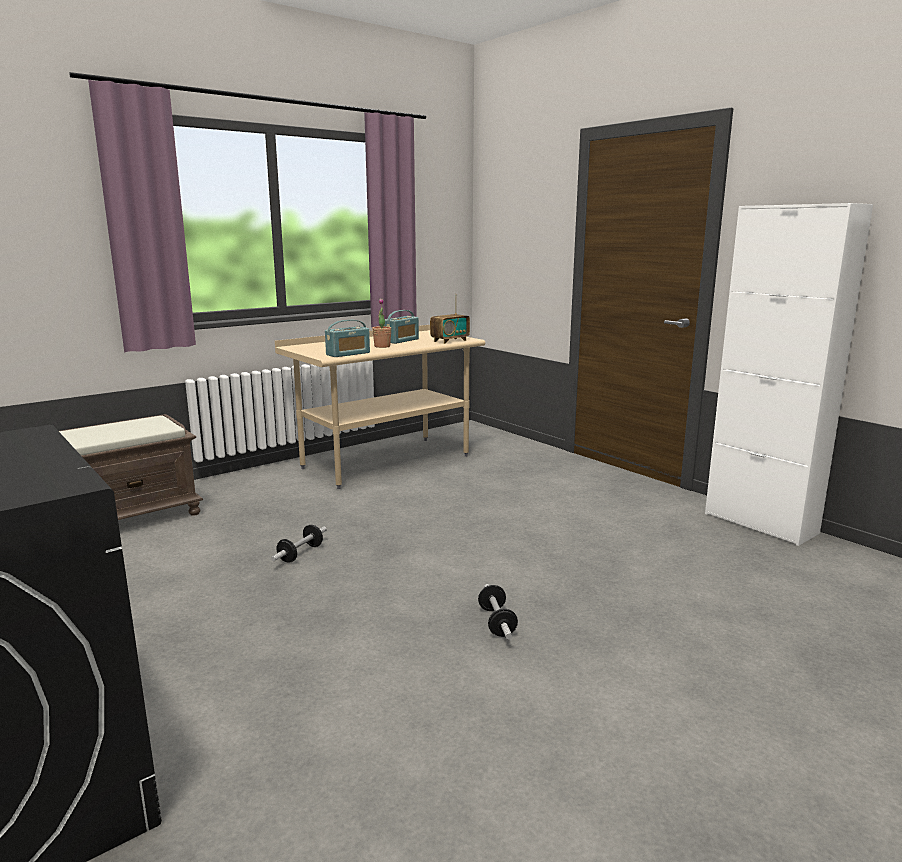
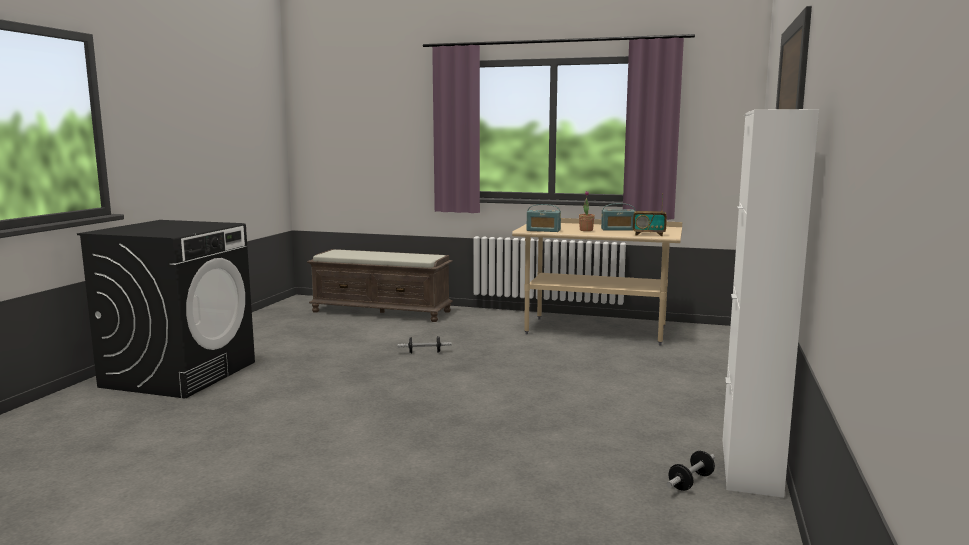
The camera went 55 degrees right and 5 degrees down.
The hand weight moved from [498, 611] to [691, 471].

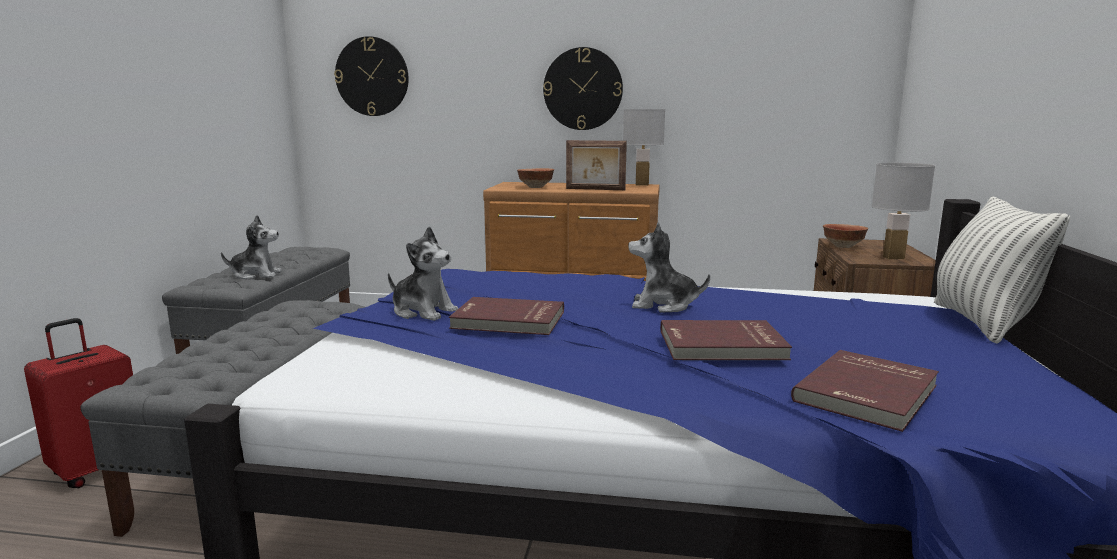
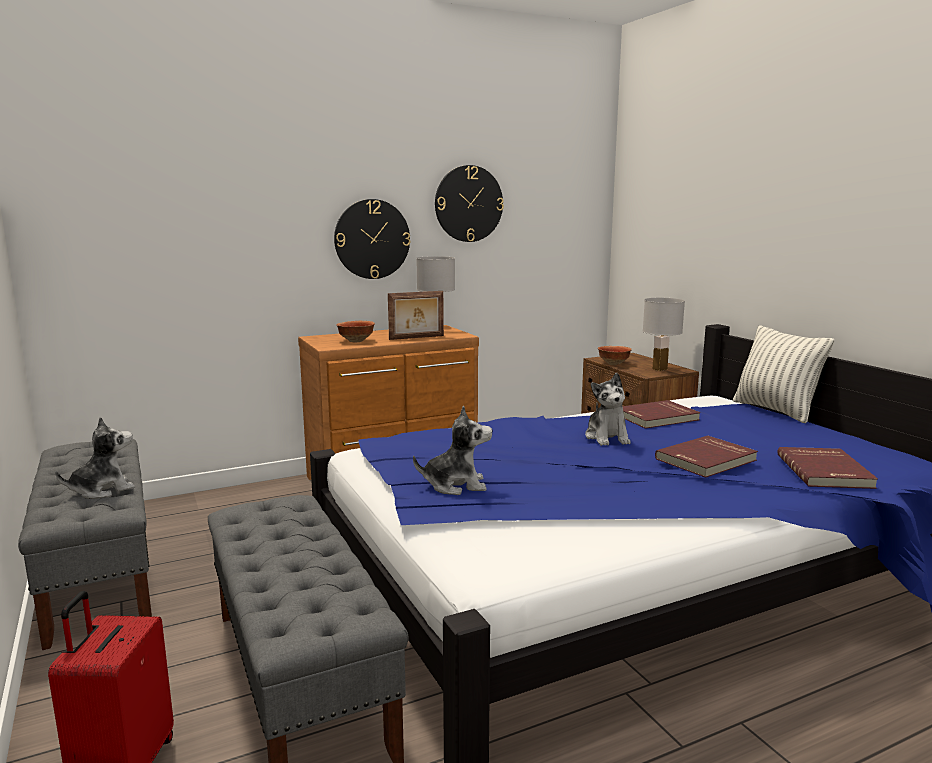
The camera went 35 degrees left and 0 degrees up.
The hanging clock moved from [371, 76] to [469, 203].
The soft toy at [669, 267] turned 75 degrees counterclockwise.
The book/reddish moved from [506, 316] to [661, 414].

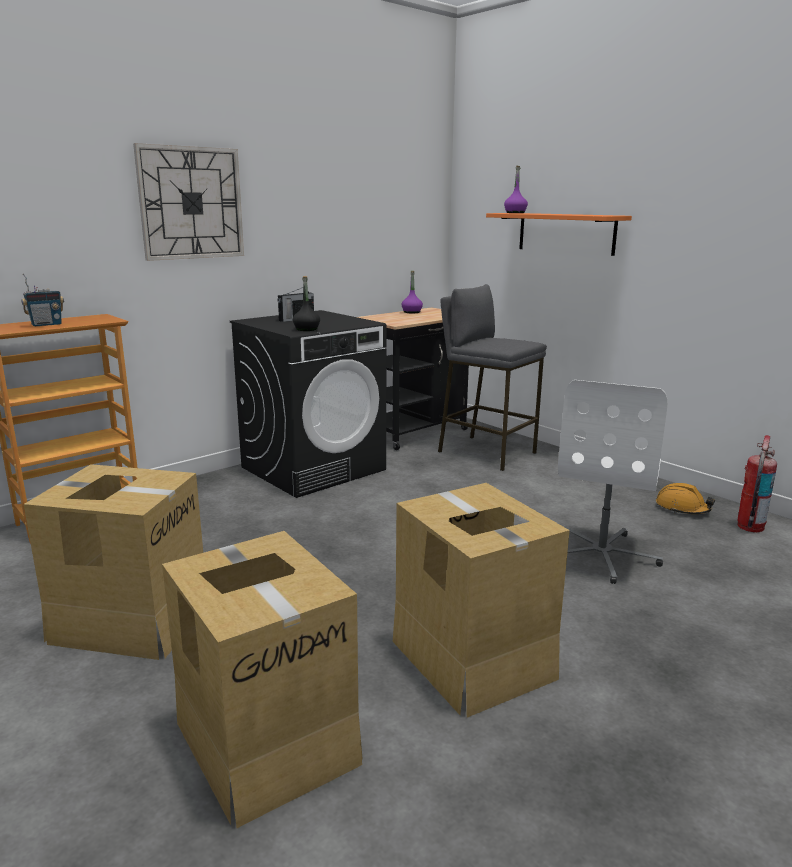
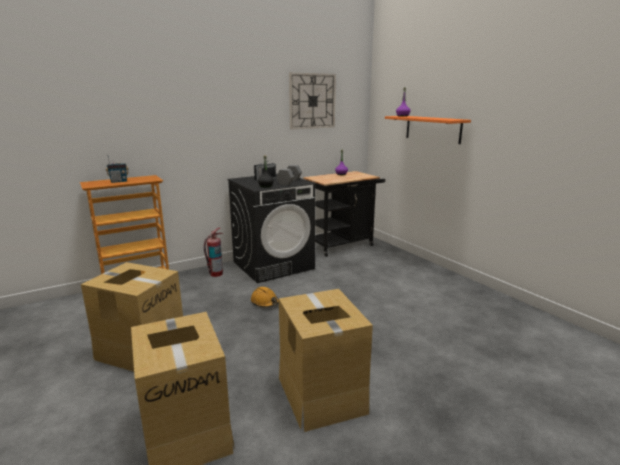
The camera went 10 degrees right and 0 degrees up.
The hanging clock moved from [188, 202] to [312, 101].
The stool/greyish at [492, 377] disappeared.
The office chair/whitish at [613, 482] disappeared.
The fire extinguisher moved from [757, 483] to [213, 252].
The work helmet/orangey moved from [685, 498] to [265, 297].
The hand weight/greyish at [289, 175] appeared.

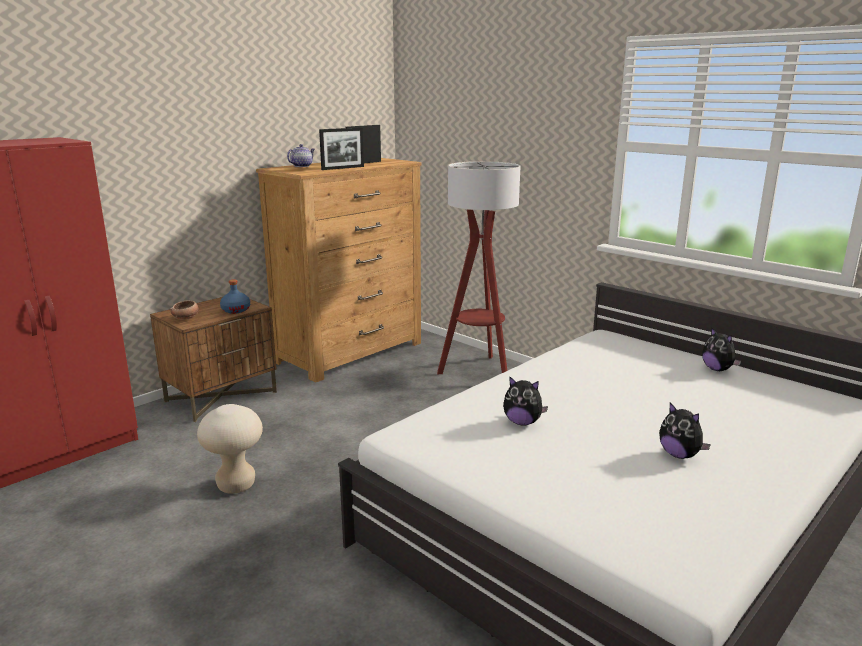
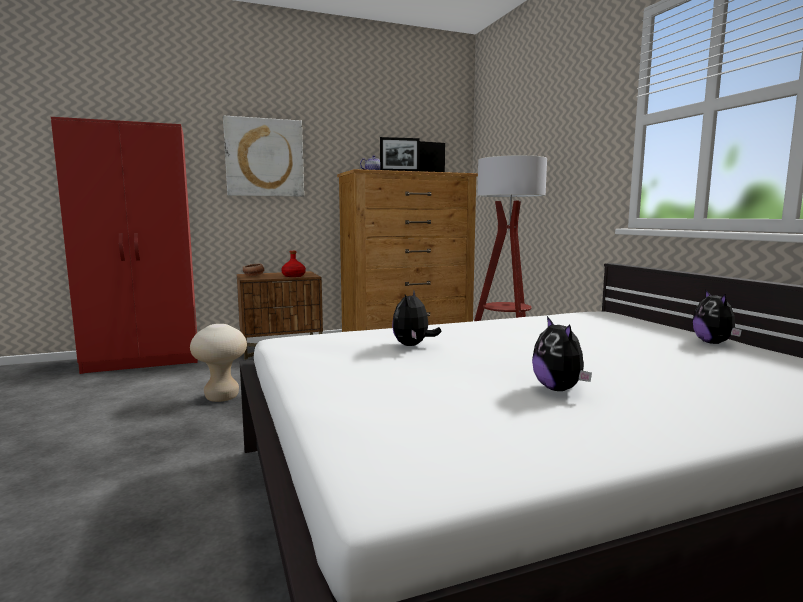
The camera went 25 degrees right and 10 degrees down.
The beverage bottle/bluish at [235, 296] became the beverage bottle/reddish at [293, 264].
The soft toy at [525, 401] turned 60 degrees clockwise.
The wall picture at [263, 156] appeared.

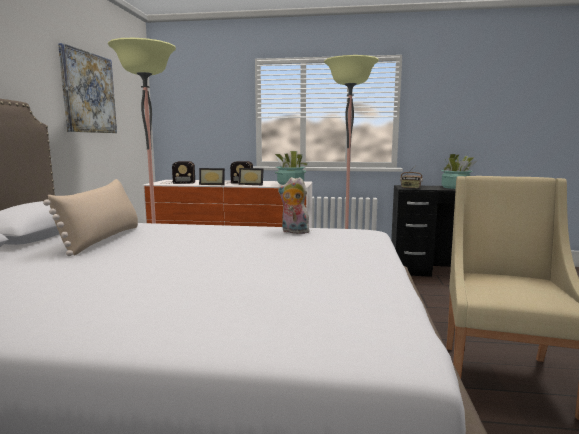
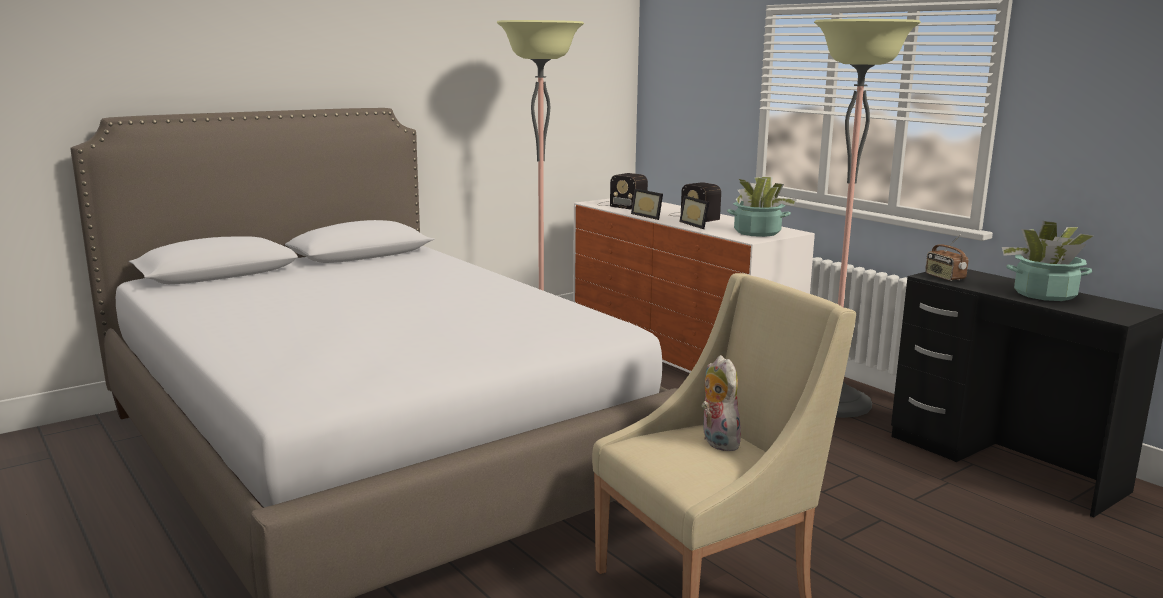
The camera went 45 degrees right and 5 degrees up.
The wall picture at [87, 88] disappeared.
The soft toy moved from [294, 205] to [722, 403].
The pillow/beige at [90, 217] disappeared.

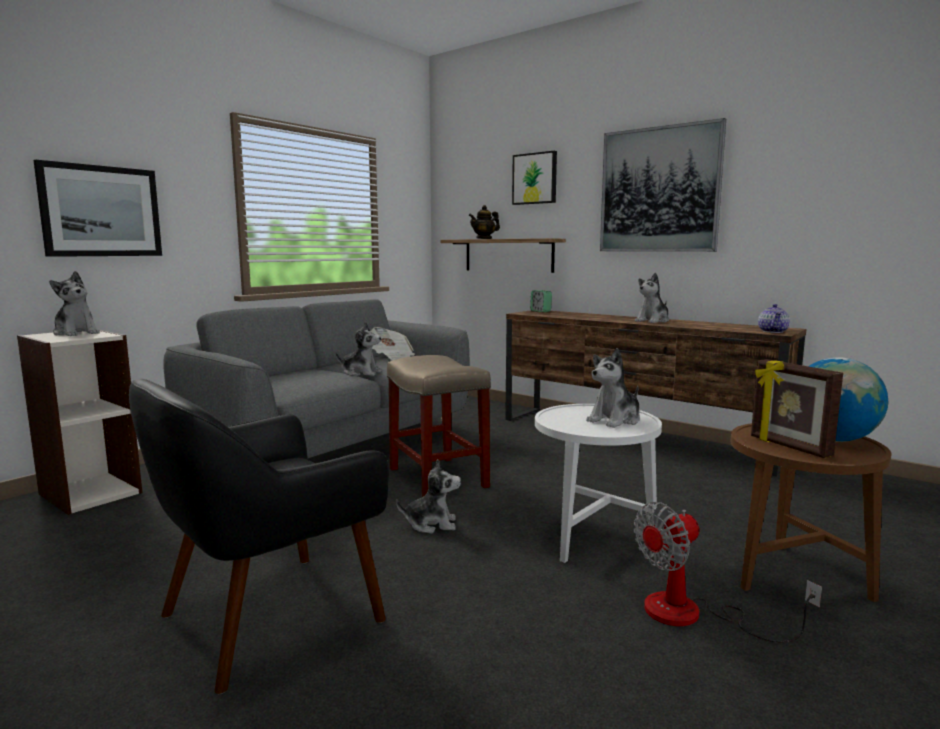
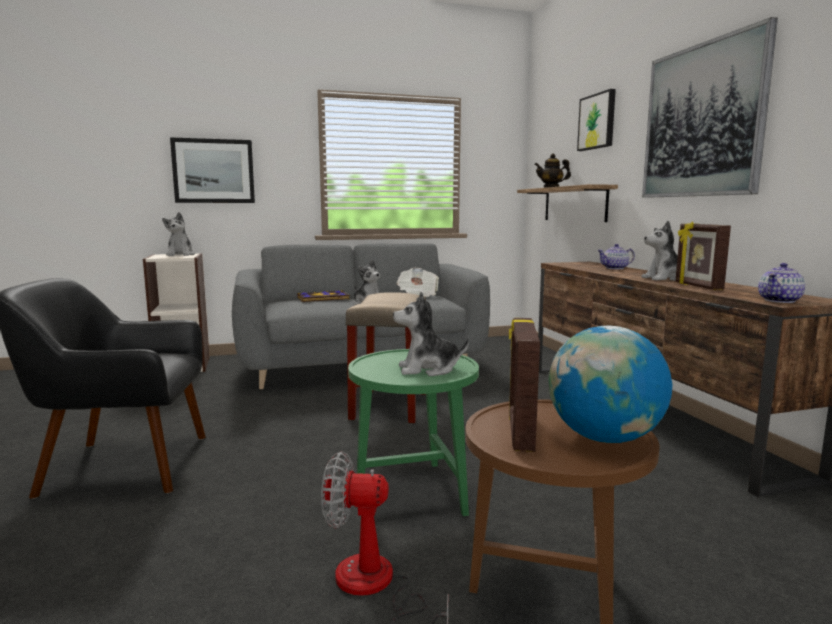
The camera went 35 degrees right and 0 degrees up.
The table clock at [541, 301] disappeared.
The end table/whitish at [598, 483] became the end table/greenish at [413, 432].
The soft toy at [428, 496] disappeared.
The standing frame at [703, 255] appeared.
The pot for tea at [616, 256] appeared.
The book at [323, 296] appeared.

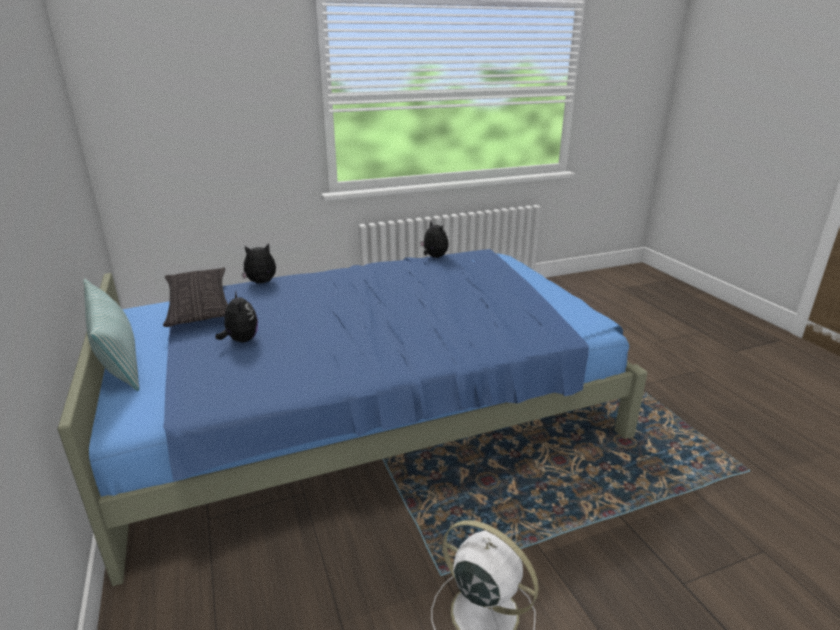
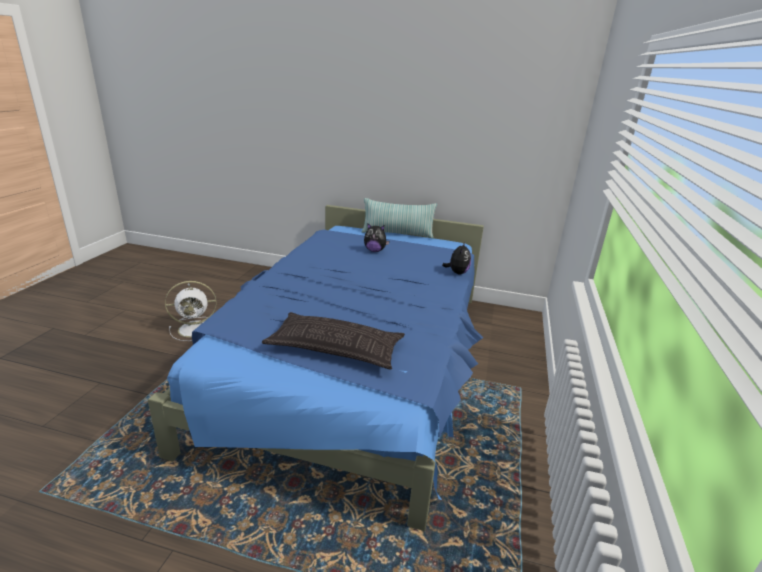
The camera went 125 degrees right and 0 degrees up.
The soft toy at [434, 239] disappeared.
The pillow moved from [195, 297] to [333, 340].

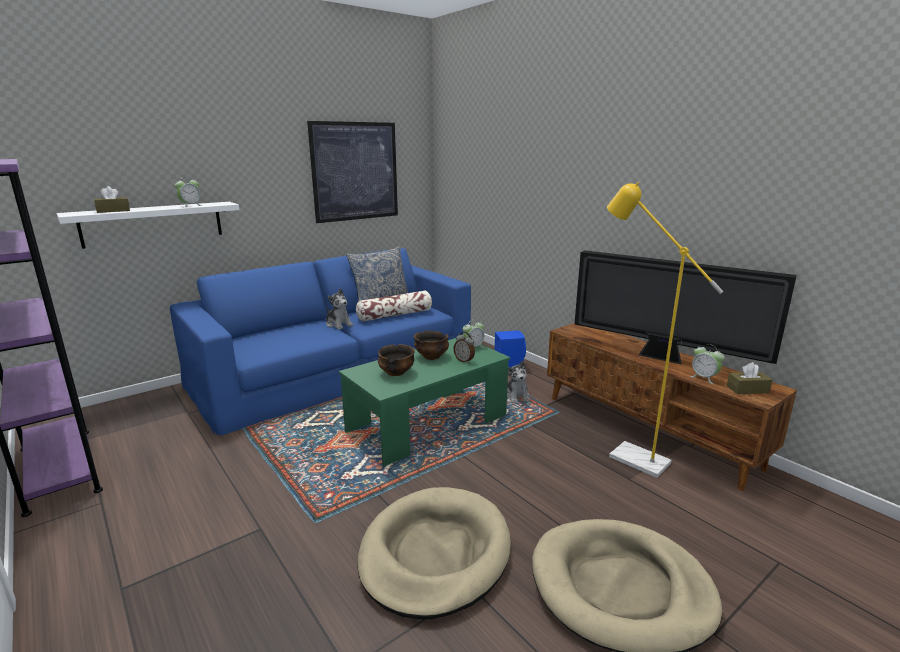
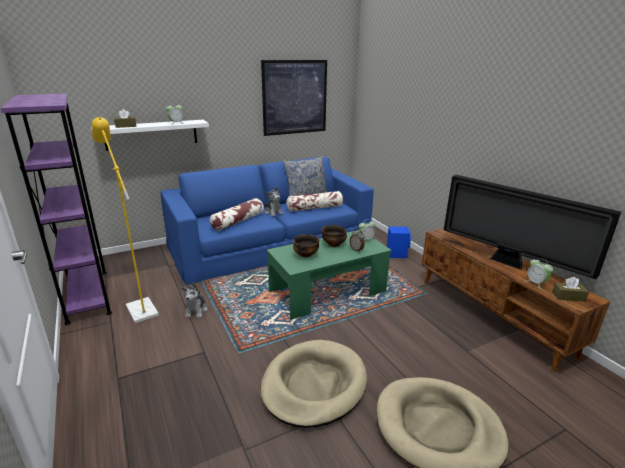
The camera went 10 degrees right and 5 degrees up.
The standing lamp/yellowish moved from [665, 330] to [125, 220].
The soft toy moved from [518, 382] to [194, 300].
The pillow at [237, 214] appeared.

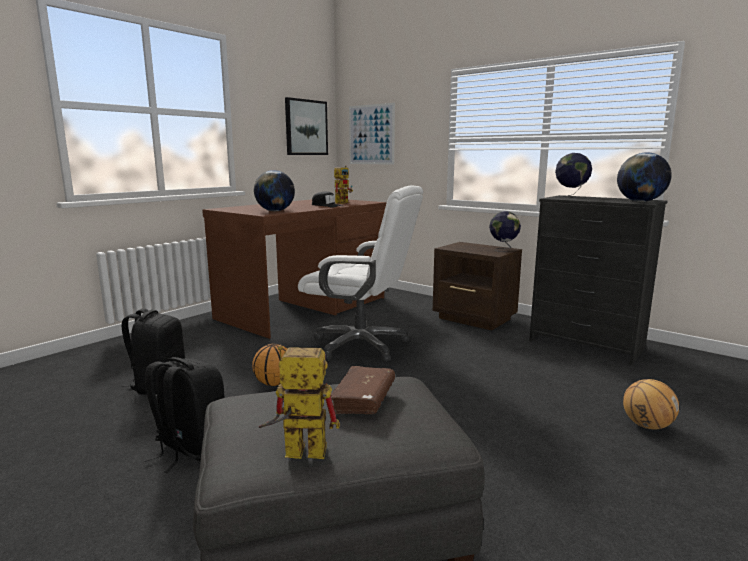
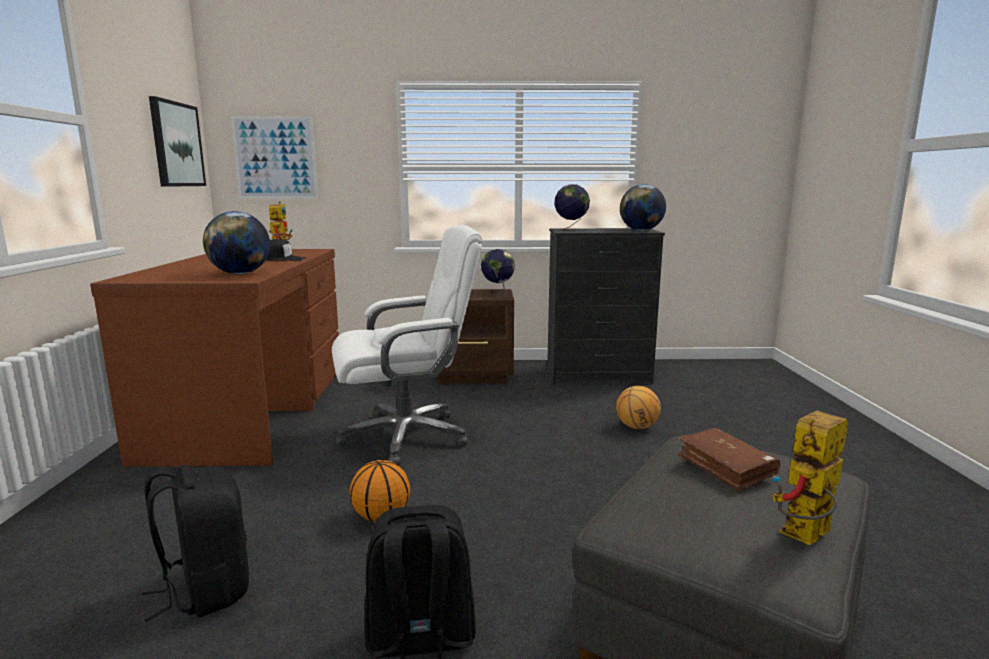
The camera went 40 degrees left and 0 degrees up.
The ball for basketball moved from [651, 404] to [638, 407].

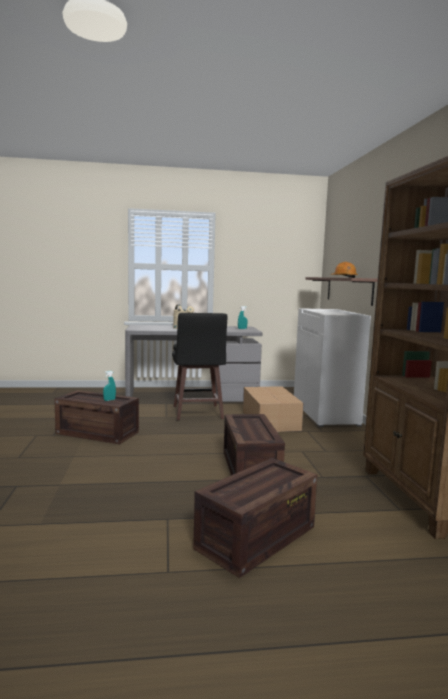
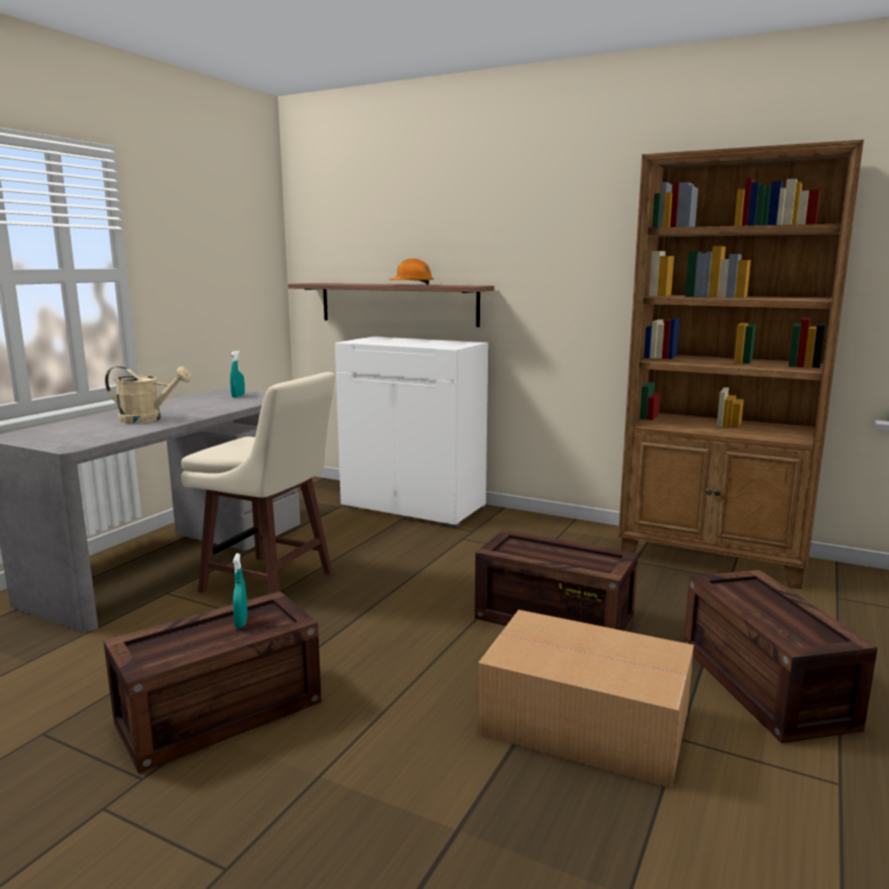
The camera went 55 degrees left and 5 degrees up.
The stool/black-coloured at [200, 366] became the stool/beige at [258, 483].
The packing box moved from [273, 409] to [585, 699].

